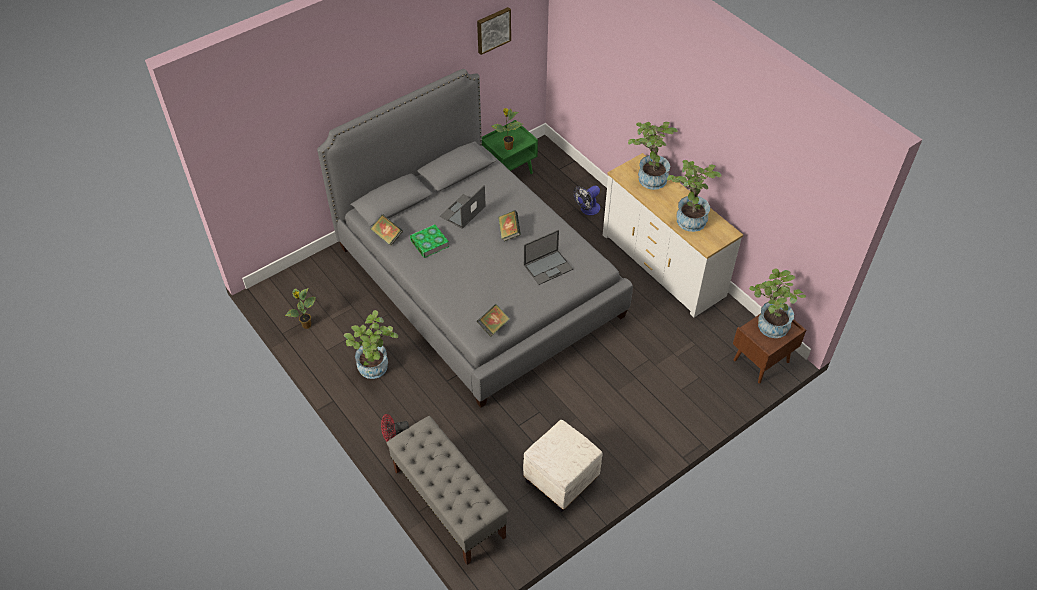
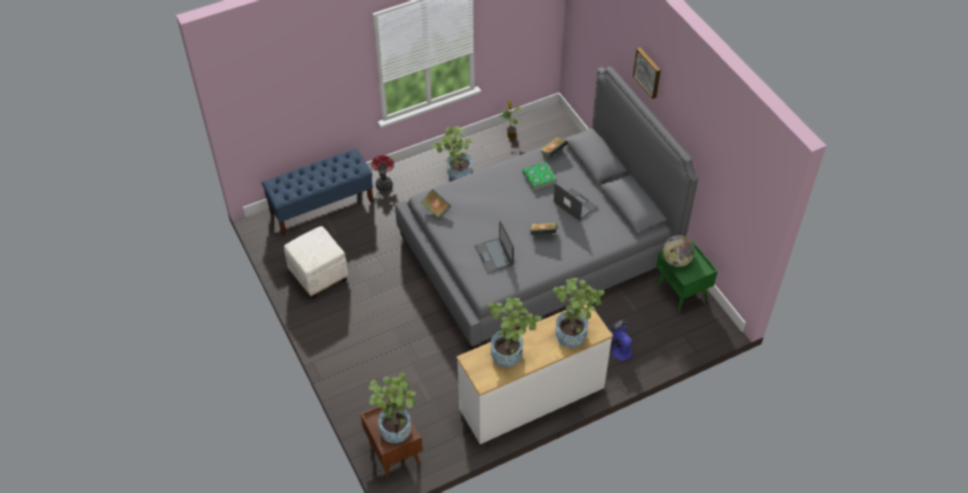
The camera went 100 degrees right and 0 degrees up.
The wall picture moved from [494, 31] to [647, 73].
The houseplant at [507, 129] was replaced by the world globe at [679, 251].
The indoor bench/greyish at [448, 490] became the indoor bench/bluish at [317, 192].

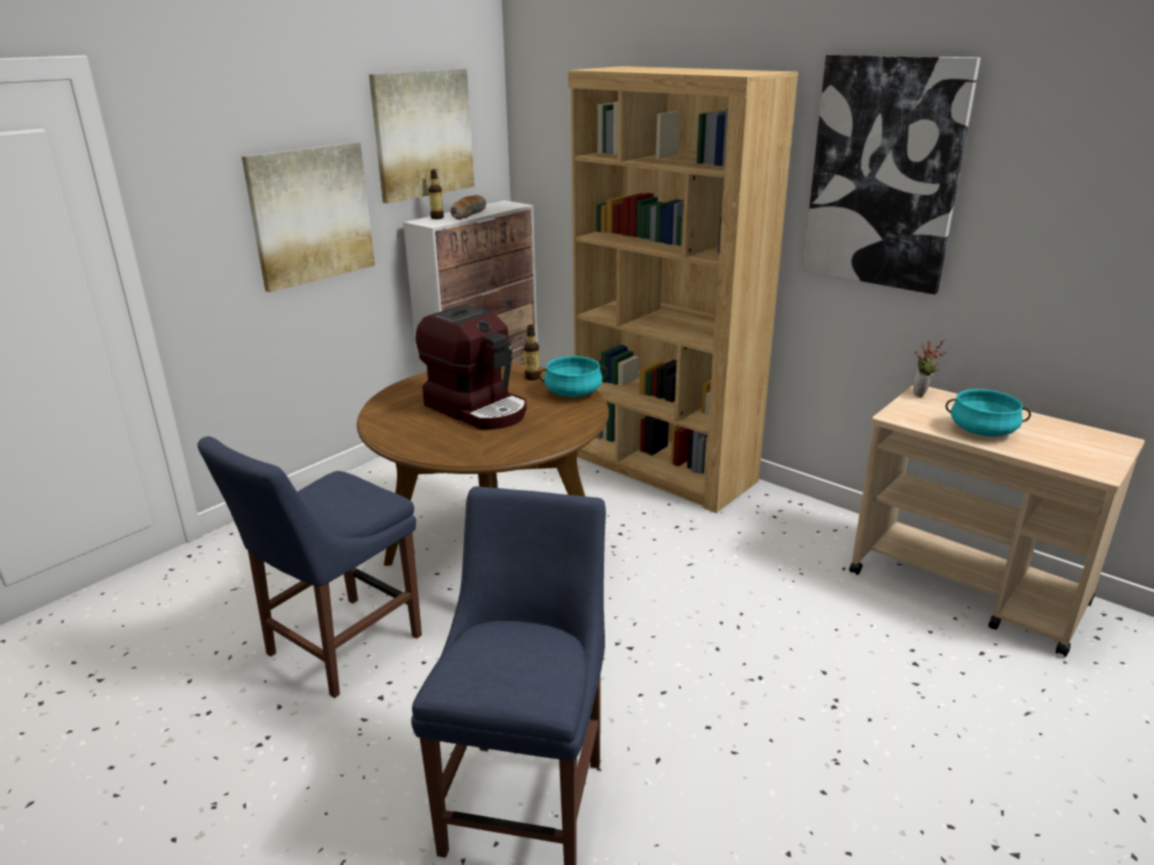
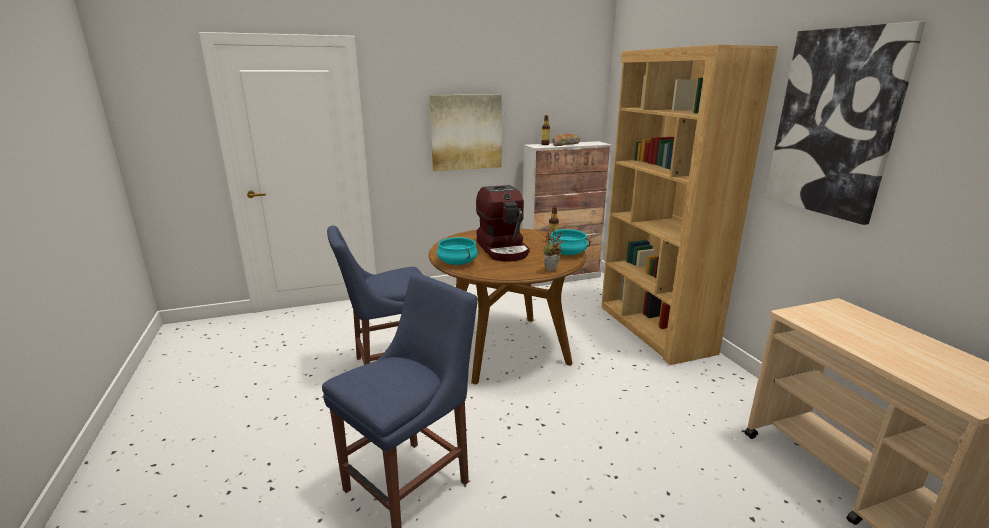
The camera went 30 degrees right and 5 degrees down.
The wall picture at [421, 135] disappeared.
The houseplant moved from [929, 368] to [553, 251].
The cooking pot/turquoise moved from [988, 413] to [457, 251].

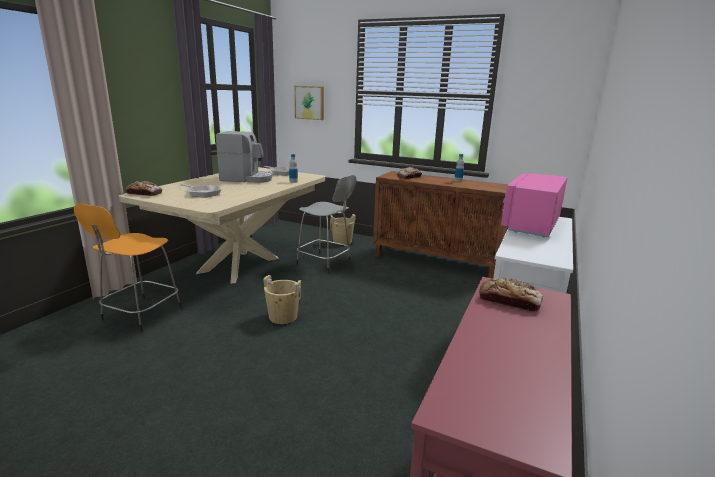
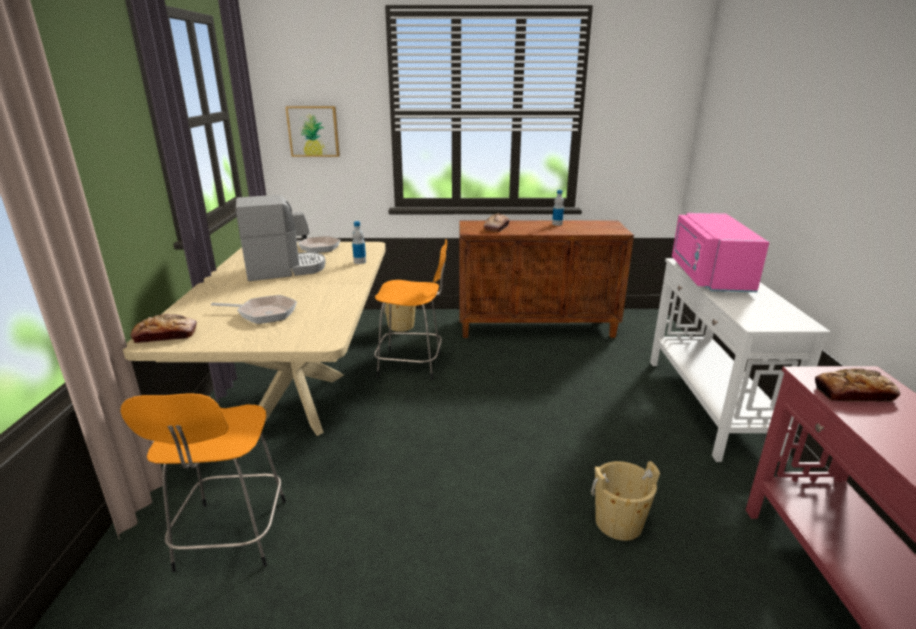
The camera went 25 degrees left and 5 degrees up.
The stool/greyish at [326, 224] became the stool/orangey at [410, 309].
The bucket/beige moved from [282, 299] to [625, 501].

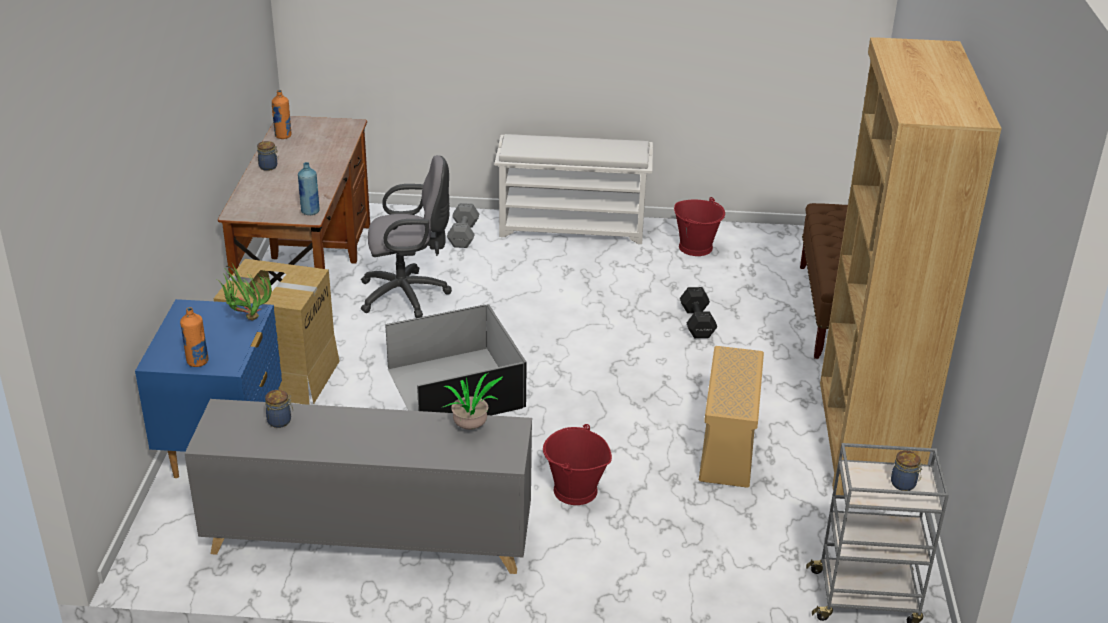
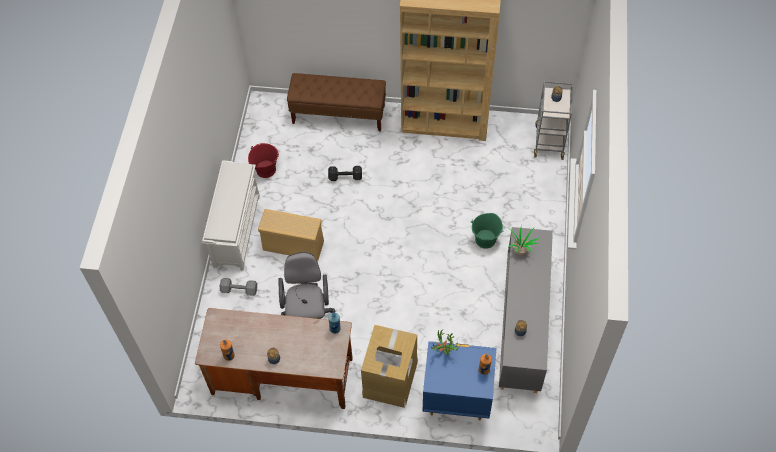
The camera went 85 degrees left and 25 degrees up.
The storage bin/black-coloured at [456, 359] disappeared.
The storage bin/beige moved from [731, 417] to [291, 235].
The bucket/reddish at [577, 464] became the bucket/greenish at [487, 231].

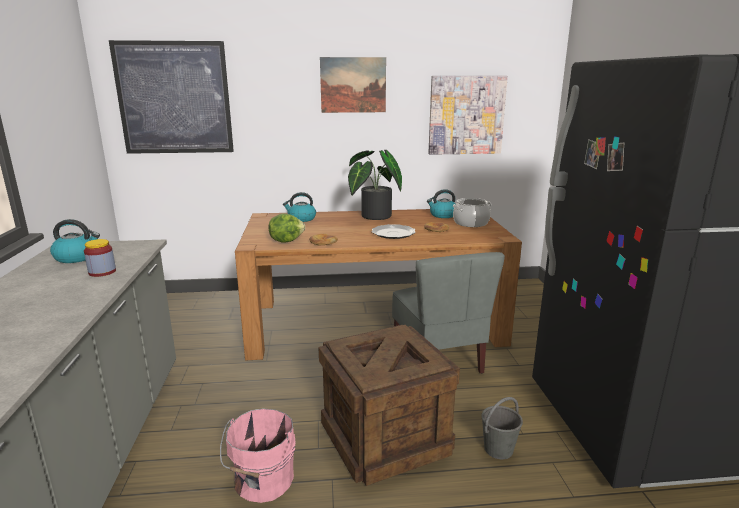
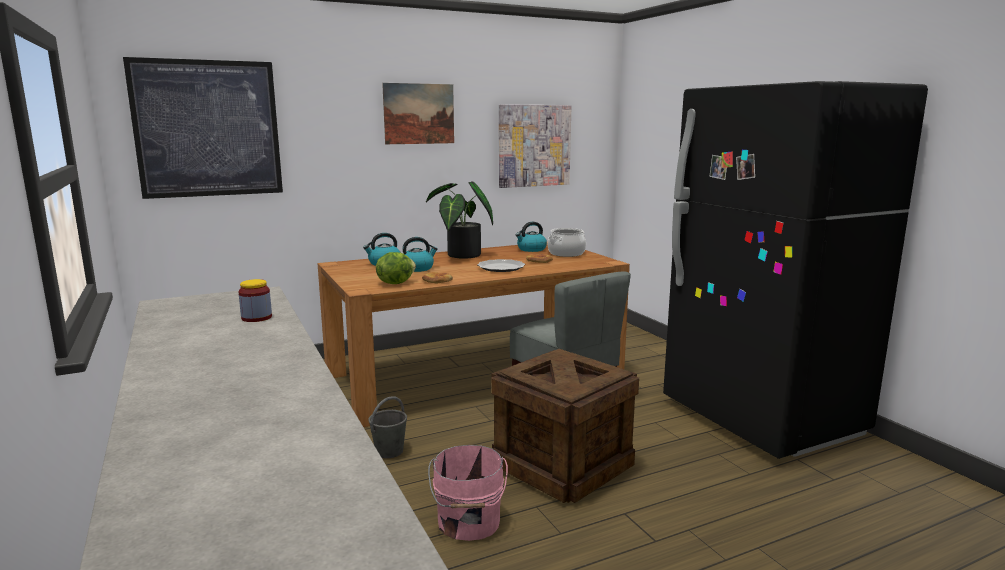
The camera went 20 degrees left and 5 degrees down.
The water kettle moved from [75, 241] to [420, 254].
The bucket/greyish moved from [502, 428] to [387, 427].

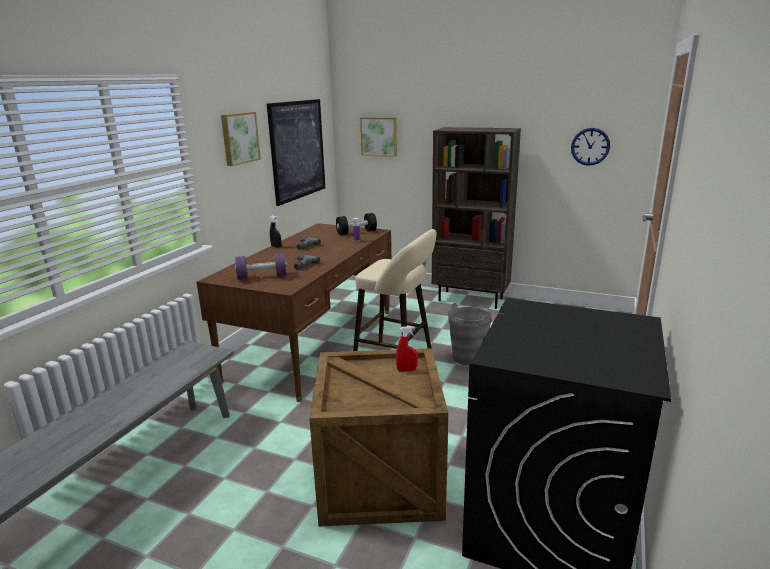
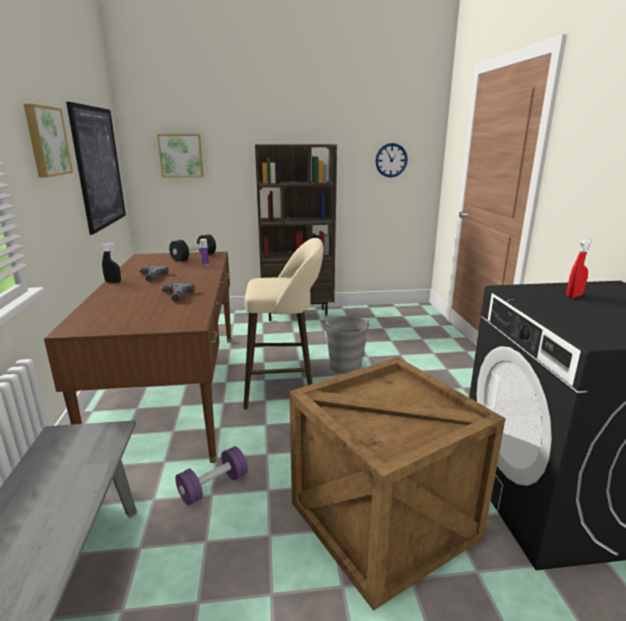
The camera went 30 degrees left and 0 degrees up.
The hand weight/purple-coloured moved from [261, 266] to [211, 476].
The spray bottle/reddish moved from [407, 349] to [579, 268].

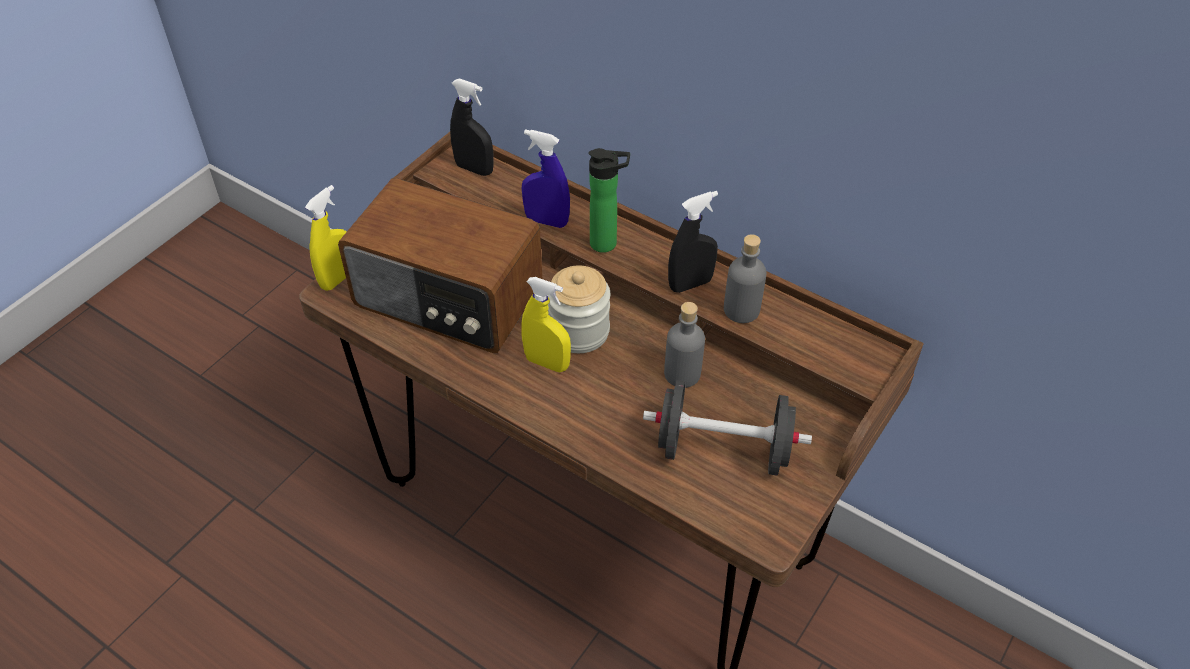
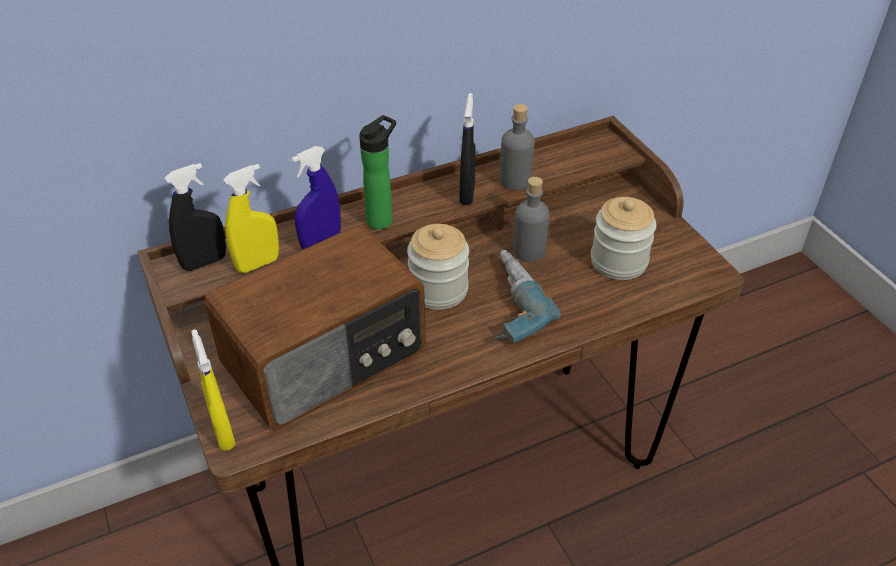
The camera went 60 degrees left and 5 degrees down.
The spray bottle/yellowish moved from [546, 324] to [251, 218].
The hand weight/black-coloured at [727, 427] was replaced by the storage jar at [623, 238].
The electric drill at [528, 297] appeared.

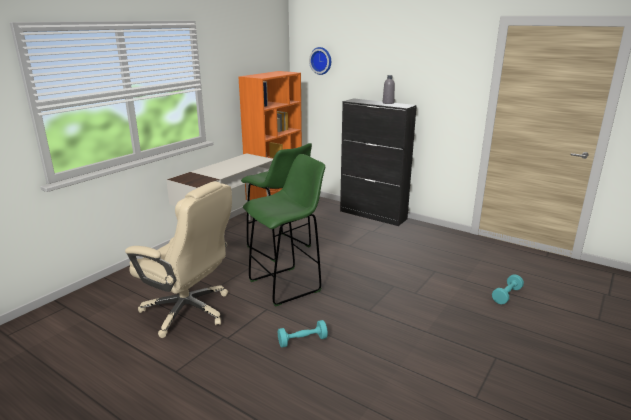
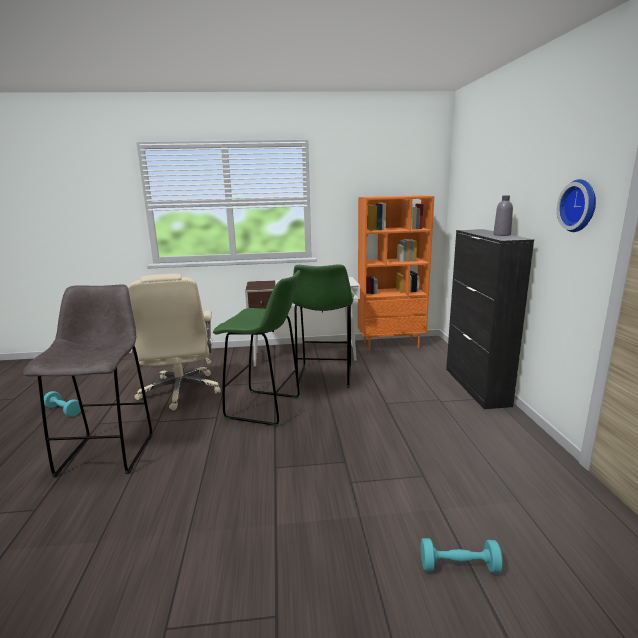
The camera went 50 degrees right and 5 degrees down.
The hanging clock moved from [320, 61] to [576, 205].
The hand weight/turquoise moved from [303, 334] to [62, 404].
The stool/greyish at [88, 380] appeared.

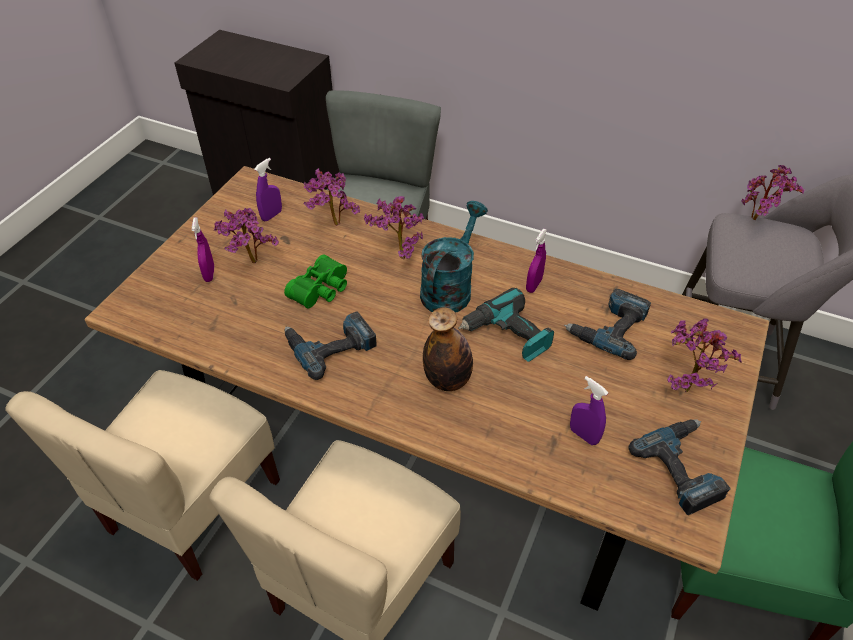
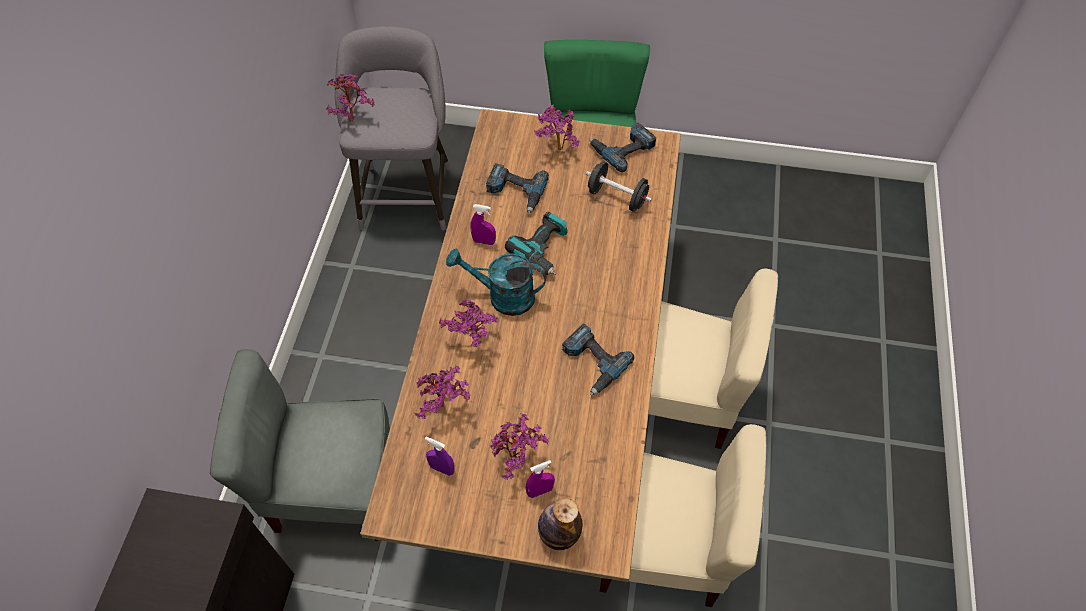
The camera went 105 degrees left and 10 degrees up.
The binoculars/greenish at [315, 281] disappeared.
The beverage bottle moved from [448, 349] to [560, 524].
The spray bottle/purple-coloured at [589, 410] was replaced by the hand weight/black-coloured at [619, 186].

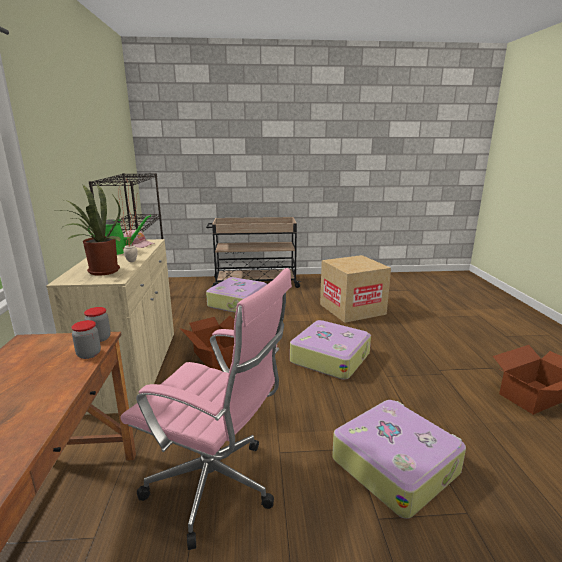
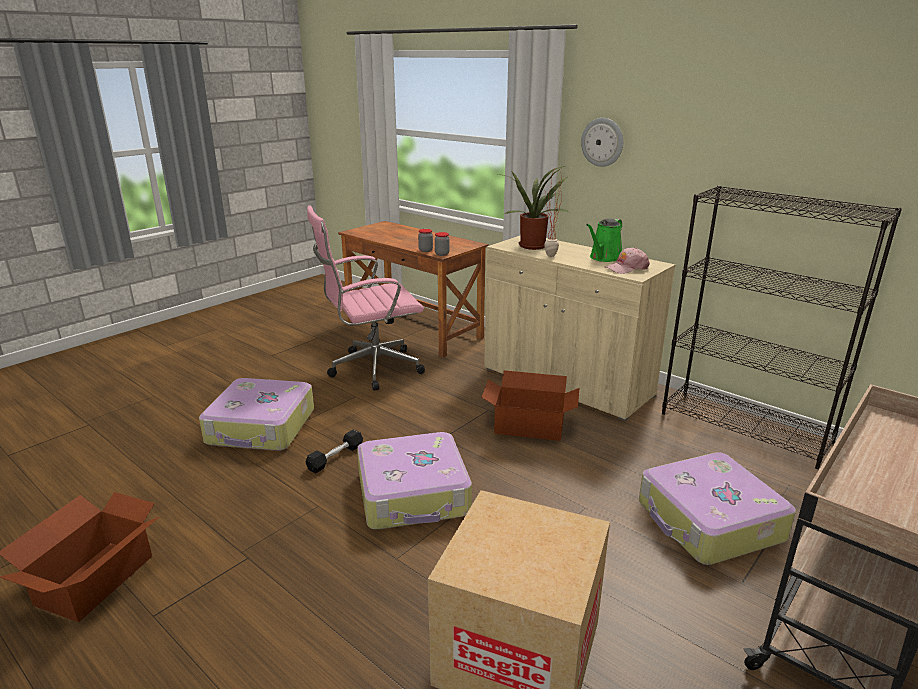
The camera went 135 degrees right and 5 degrees up.
The hanging clock at [602, 142] appeared.
The hand weight/black-coloured at [334, 451] appeared.

